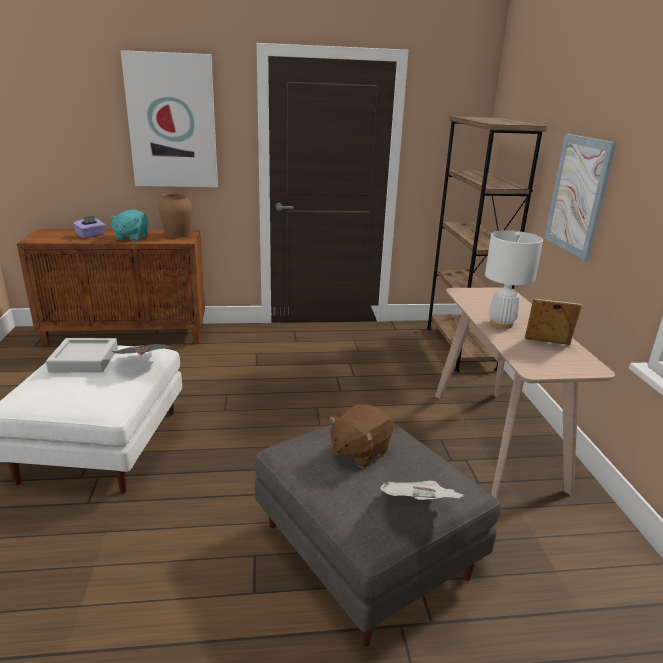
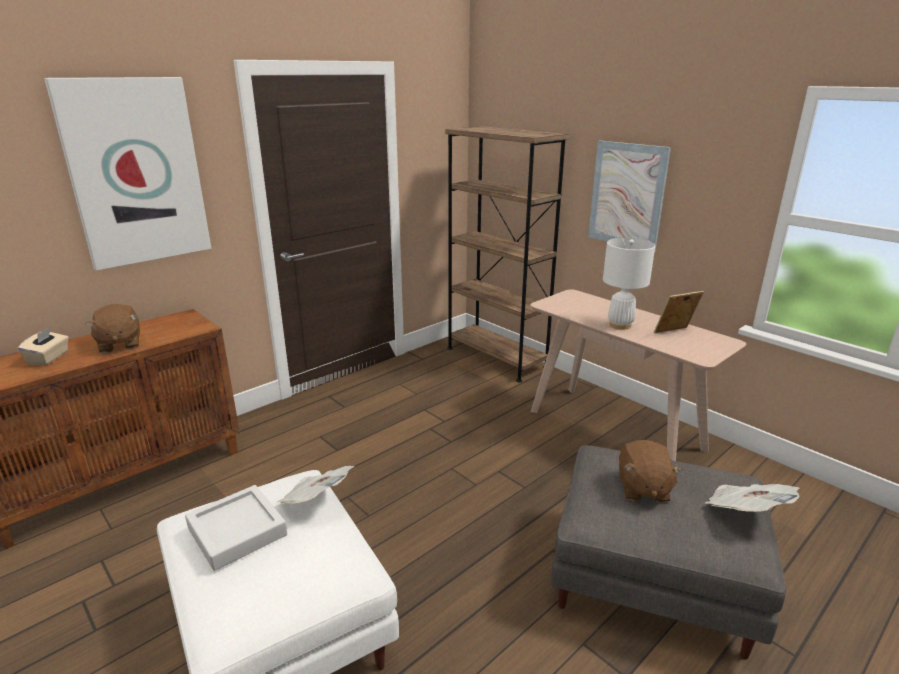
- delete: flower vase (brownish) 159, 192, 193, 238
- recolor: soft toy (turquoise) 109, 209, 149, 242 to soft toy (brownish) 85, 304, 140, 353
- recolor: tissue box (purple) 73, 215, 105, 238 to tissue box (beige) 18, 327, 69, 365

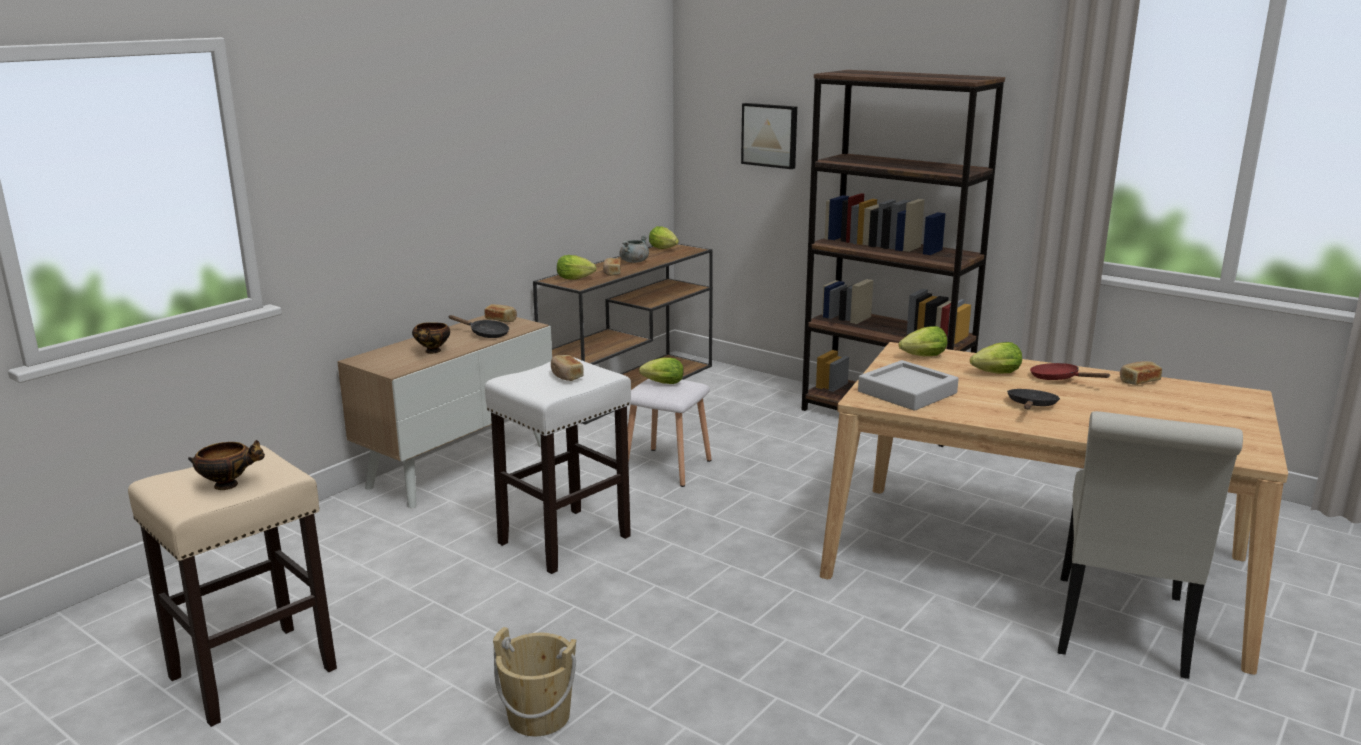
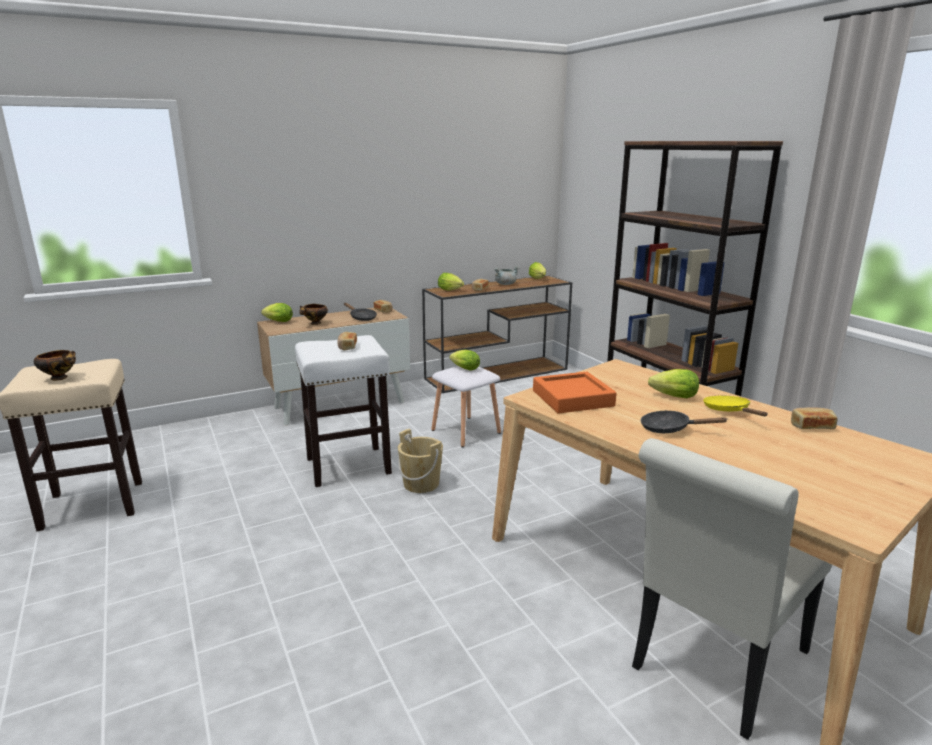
- delete: wall art 741, 103, 797, 169
- move: lettuce head 899, 326, 947, 356 to 261, 303, 293, 322
- recolor: carrying tray (grey) 858, 360, 959, 411 to carrying tray (orange) 533, 371, 617, 414
- recolor: skillet (red-coloured) 1030, 363, 1110, 380 to skillet (yellow) 703, 396, 767, 416
- rotate: skillet (black-coloured) 1007, 389, 1060, 409 = 641, 410, 727, 433 120 degrees counterclockwise
- move: water bucket (beige) 493, 627, 576, 736 to 398, 429, 443, 493

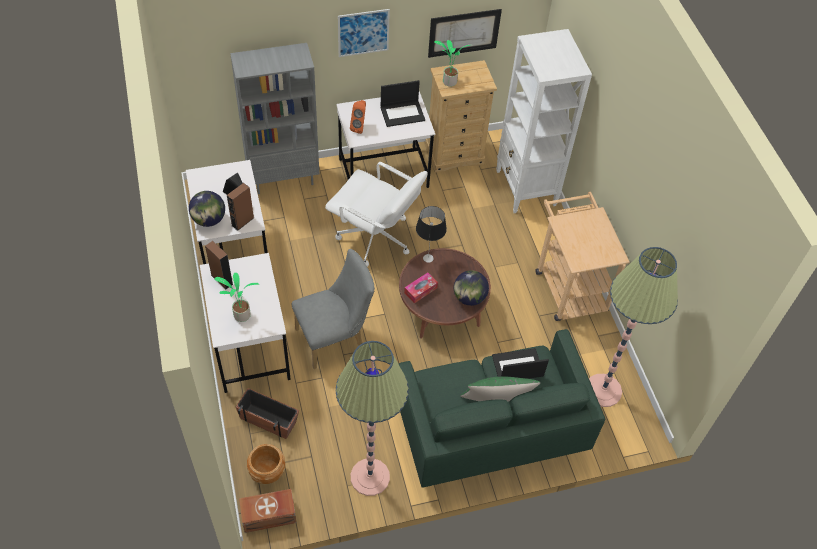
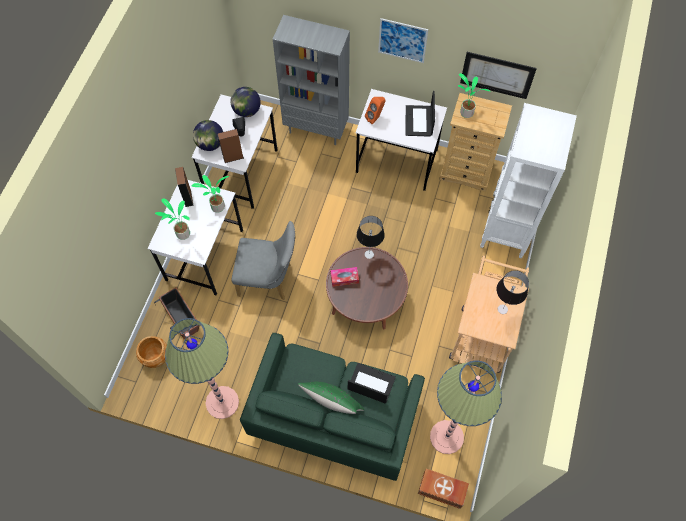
- rotate: notebook computer 381, 80, 425, 127 = 406, 91, 435, 137 75 degrees clockwise
- delete: computer chair (whitish) 325, 162, 427, 267
- move: desk globe 454, 270, 489, 306 to 231, 87, 261, 117
- move: storage bin (brownish) 239, 489, 296, 533 to 418, 469, 469, 509
- insert: potted plant 192, 175, 229, 213
- insert: table lamp 496, 270, 529, 314

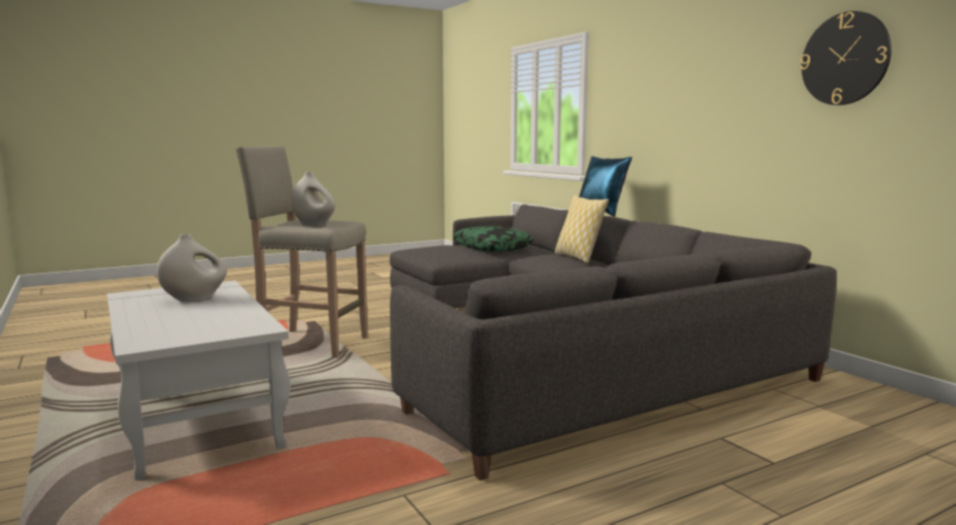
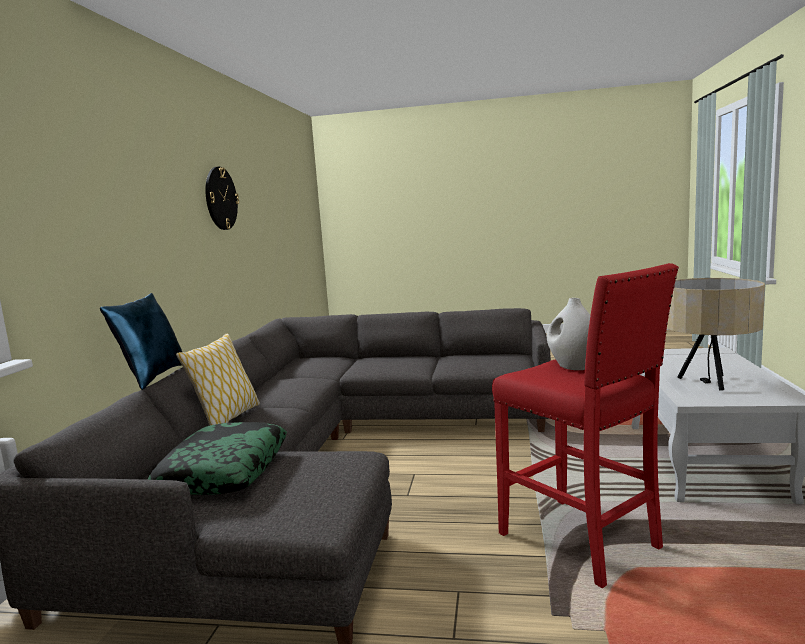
- recolor: stool seat (beige) 236, 146, 368, 358 to stool seat (red-coloured) 492, 263, 679, 588
- replace: flower vase (whitish) 157, 234, 227, 302 to table lamp (beige) 667, 278, 765, 391

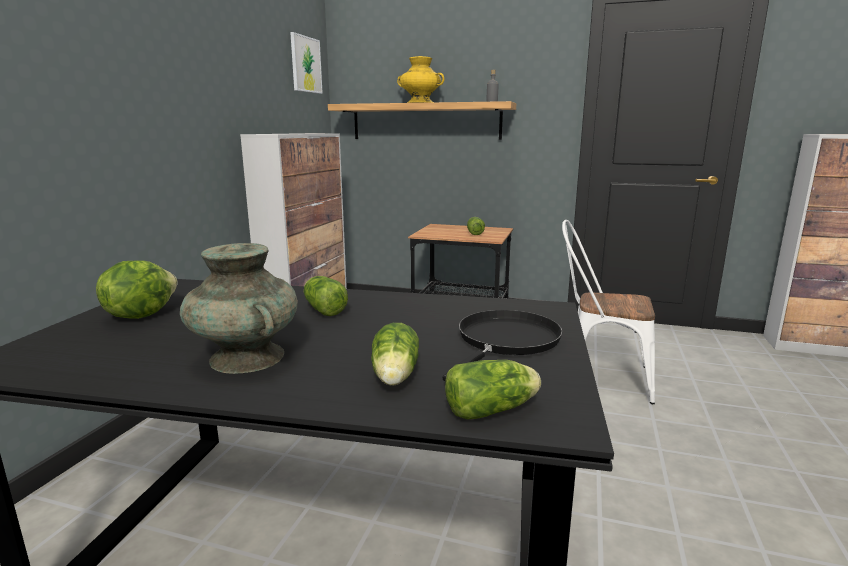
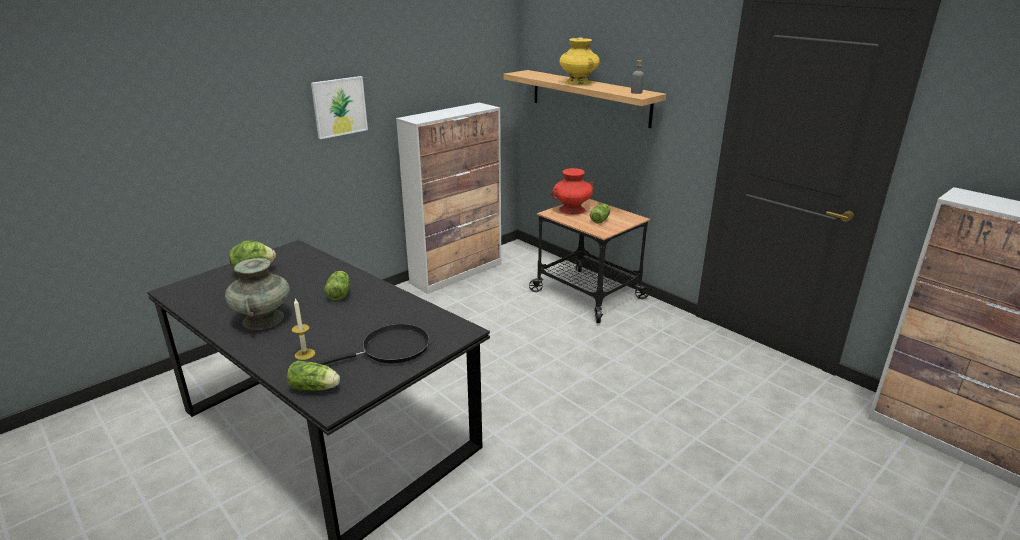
- move: wall art 290, 32, 323, 94 to 311, 76, 368, 139
- delete: plain chair (whitish) 562, 220, 655, 404
- replace: lettuce head 371, 323, 419, 386 to wax candle 291, 298, 315, 360
- insert: flower vase (red-coloured) 551, 168, 594, 214

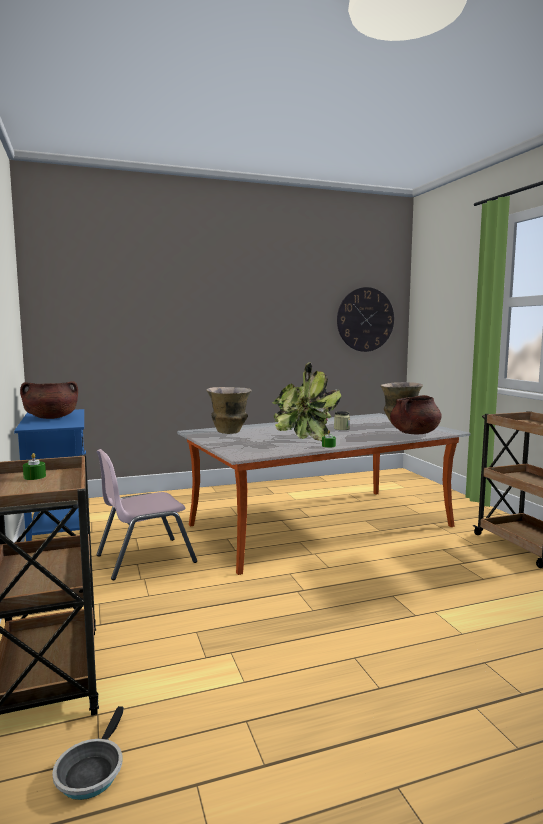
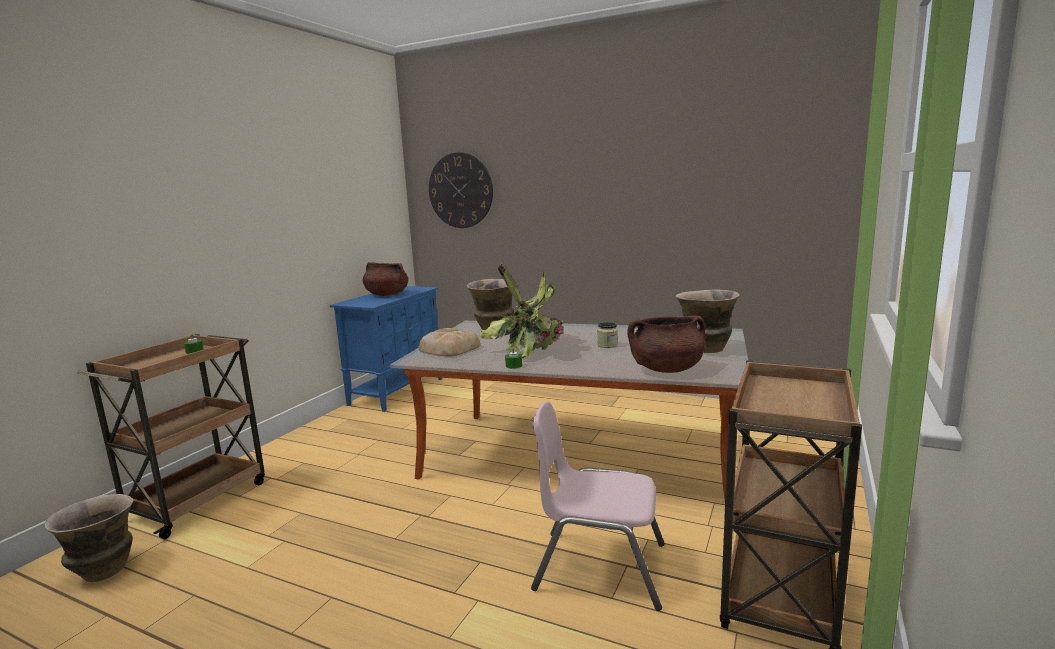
- move: clock on the wall 337, 287, 394, 352 to 429, 152, 493, 228
- move: plain chair (pinkish) 96, 449, 197, 580 to 531, 401, 665, 611
- replace: skillet 52, 706, 124, 800 to flower vase 44, 494, 133, 582
- insert: bakery bread 419, 328, 481, 357

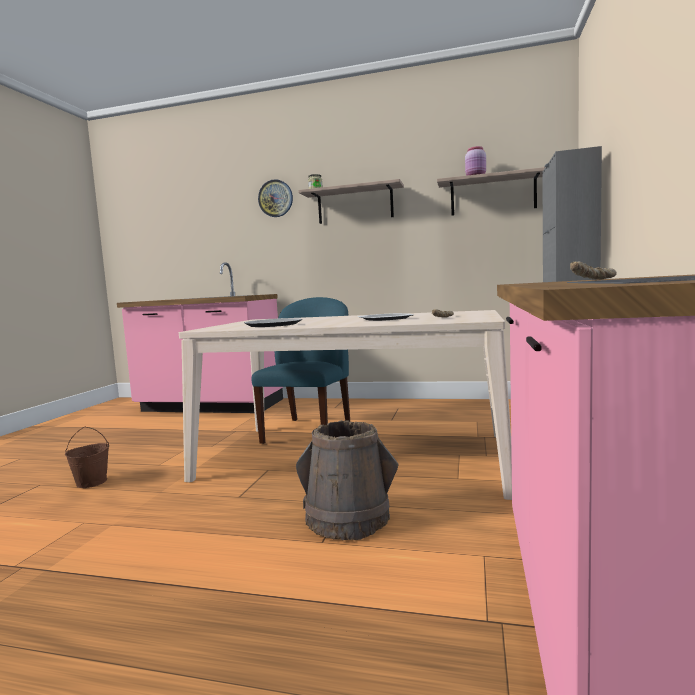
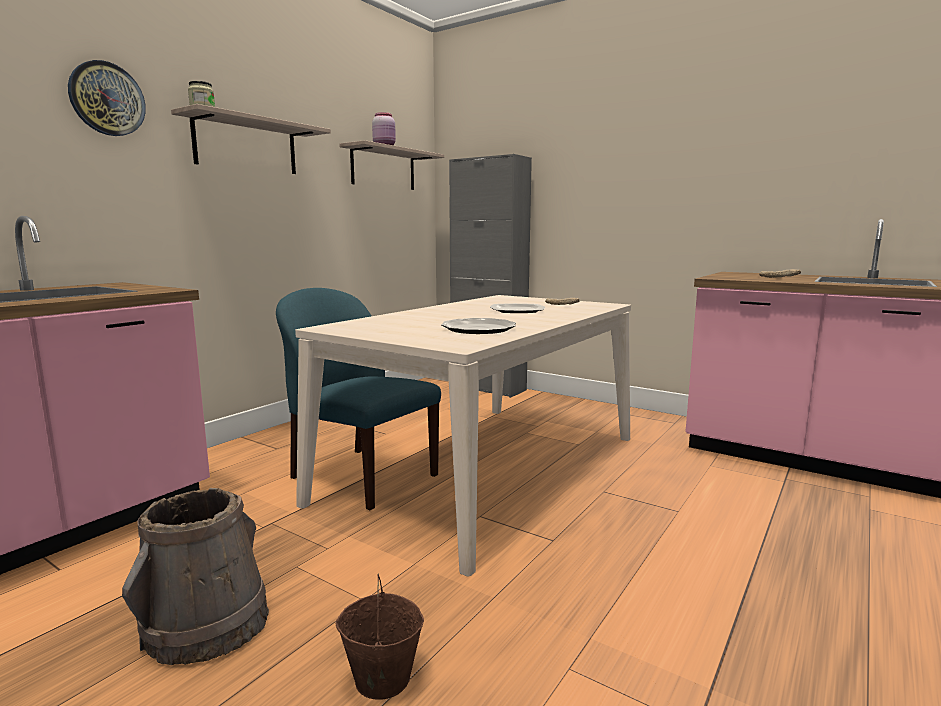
- move: water bucket (brownish) 296, 420, 399, 540 to 122, 488, 269, 665

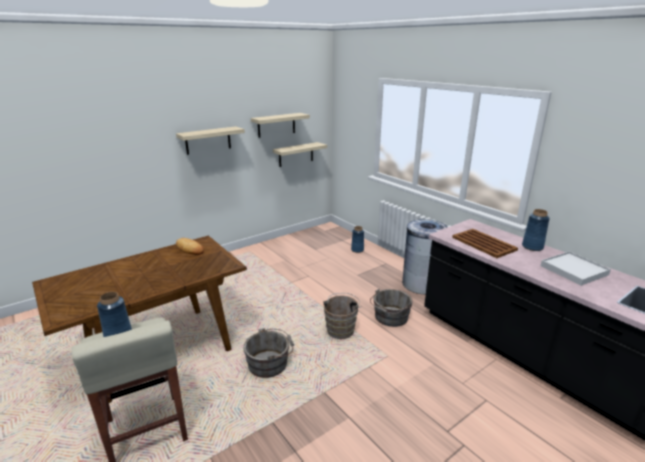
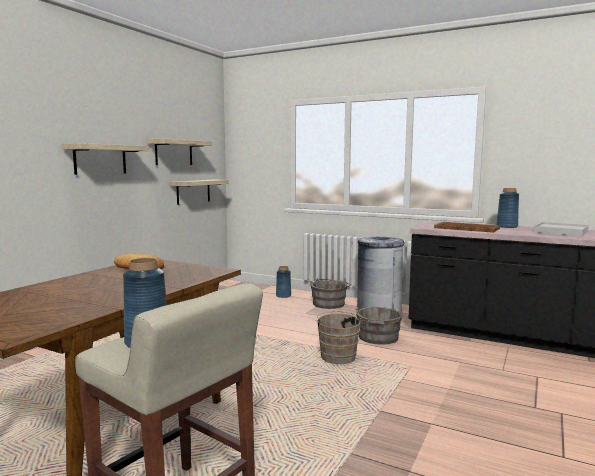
- move: water bucket (grey) 243, 328, 294, 378 to 311, 278, 351, 309

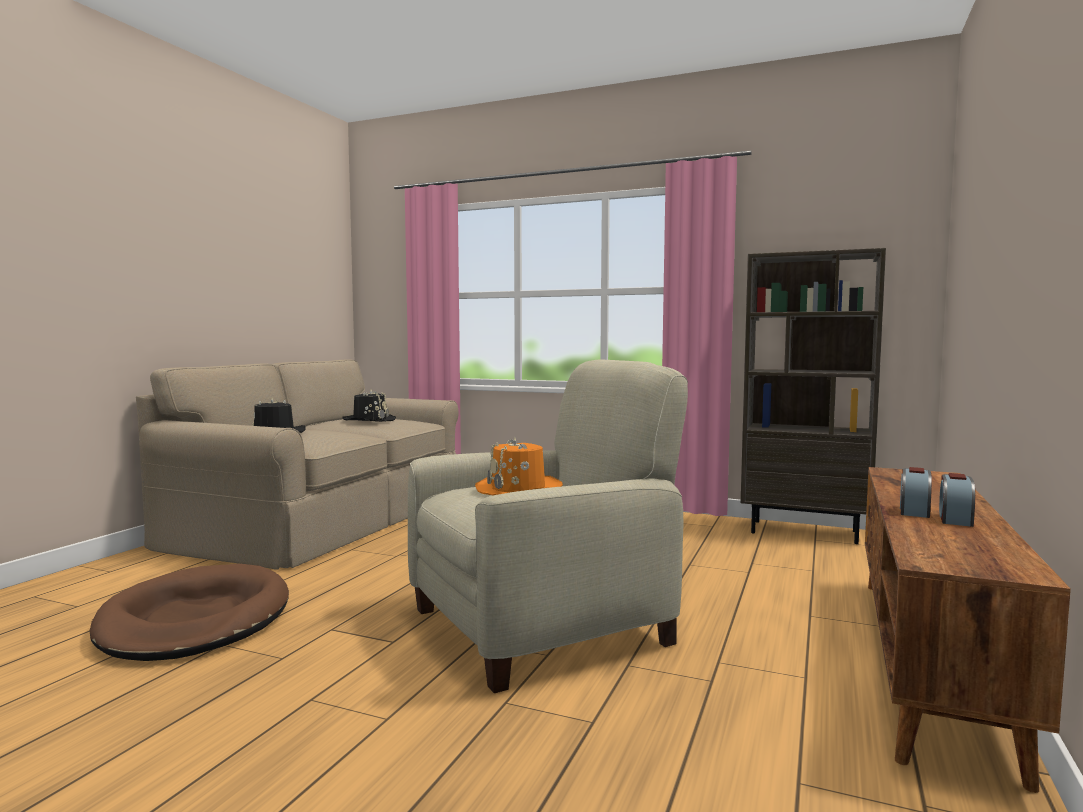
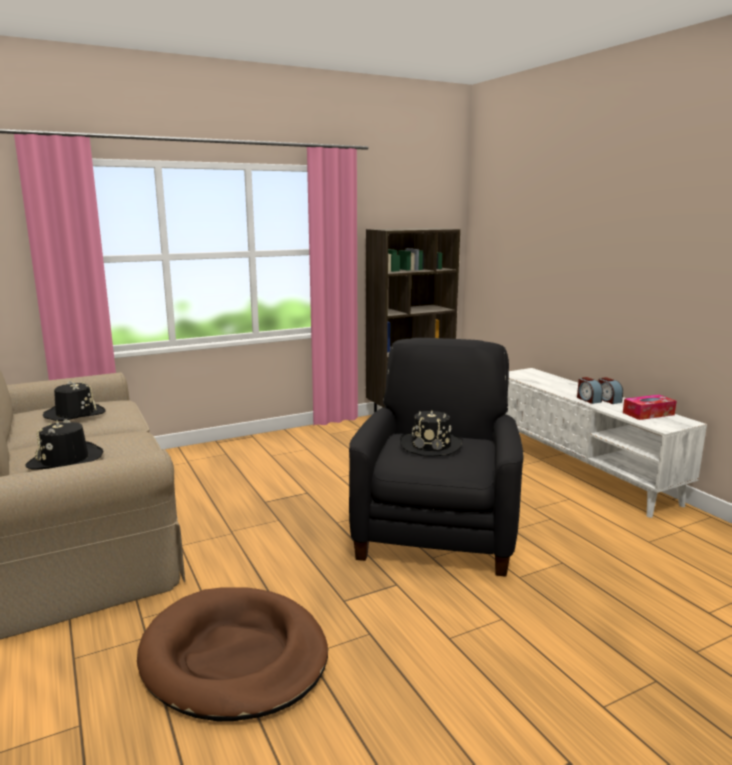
- recolor: armchair (beige) 408, 359, 688, 693 to armchair (black-coloured) 349, 338, 523, 577
- recolor: hat (orange) 475, 437, 563, 496 to hat (black-coloured) 400, 410, 463, 457
- recolor: tv unit (brownish) 865, 467, 1071, 793 to tv unit (whitish) 506, 368, 707, 518
- insert: tissue box 623, 395, 677, 420

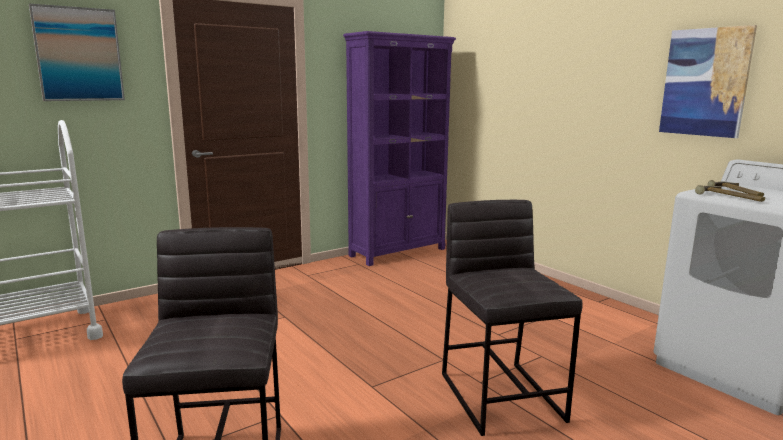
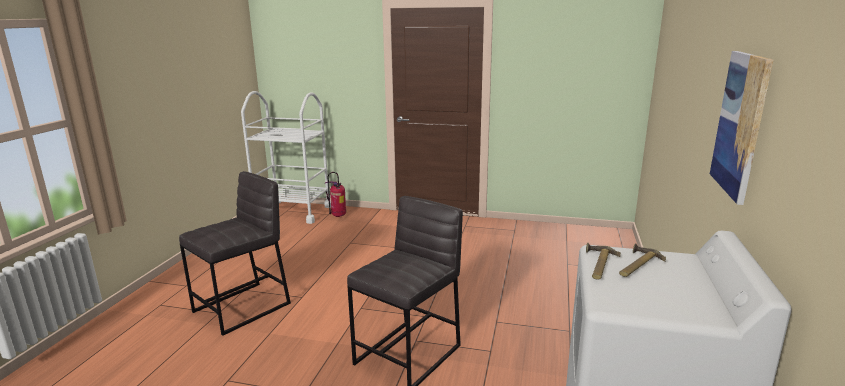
- delete: wall art 29, 3, 125, 101
- delete: shelving unit (purple) 343, 31, 456, 266
- insert: fire extinguisher 325, 172, 346, 217

